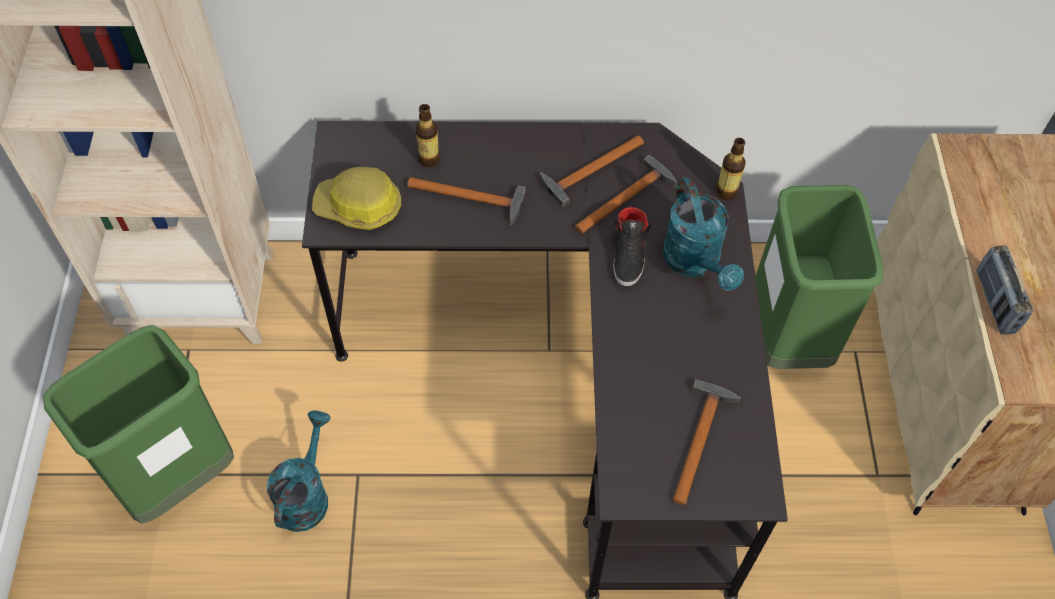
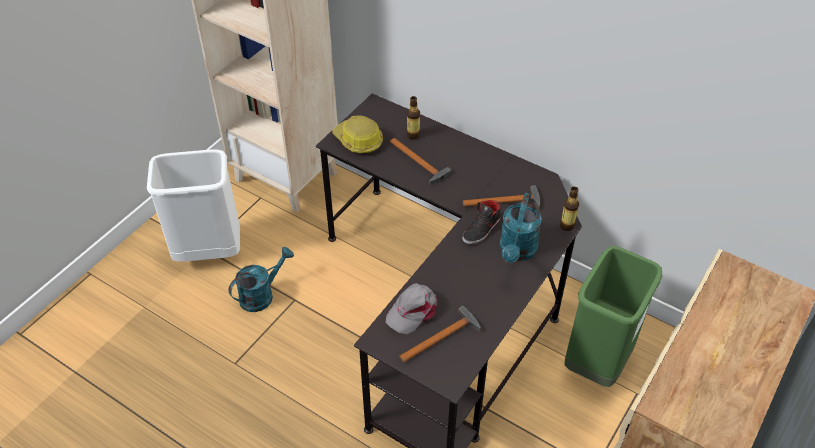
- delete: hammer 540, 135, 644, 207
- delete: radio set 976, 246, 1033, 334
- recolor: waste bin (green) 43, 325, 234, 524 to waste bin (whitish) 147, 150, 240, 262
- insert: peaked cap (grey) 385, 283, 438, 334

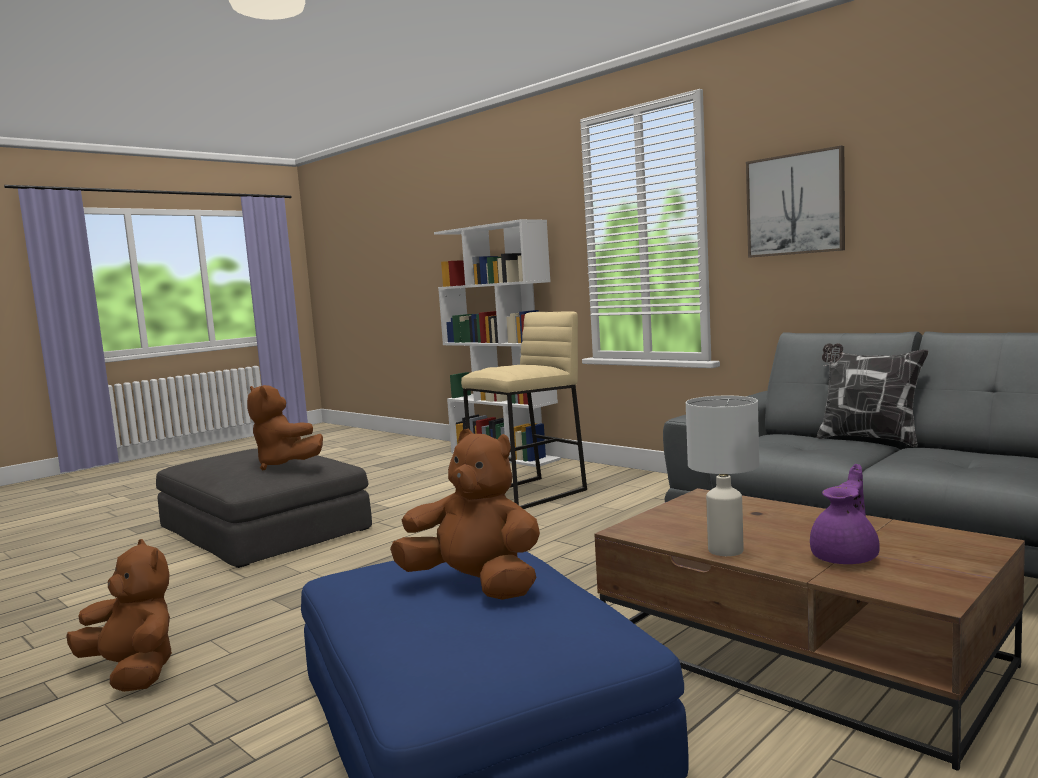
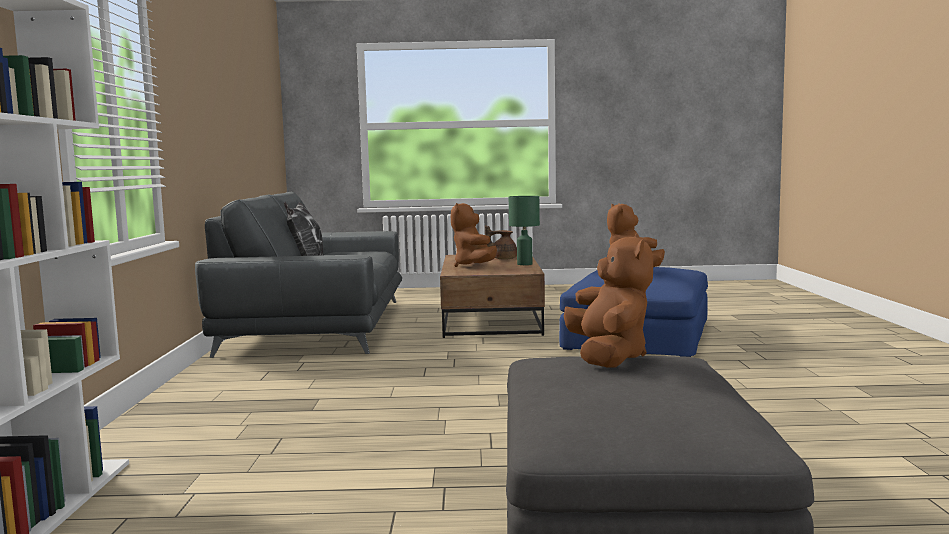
- delete: wall art 746, 145, 845, 258
- delete: stool seat (beige) 461, 311, 587, 509
- recolor: table lamp (whitish) 686, 396, 759, 556 to table lamp (green) 509, 196, 540, 265
- recolor: tea pot (purple) 810, 464, 880, 564 to tea pot (brownish) 485, 225, 517, 260
- move: soft toy (brownish) 66, 539, 172, 692 to 451, 203, 497, 267

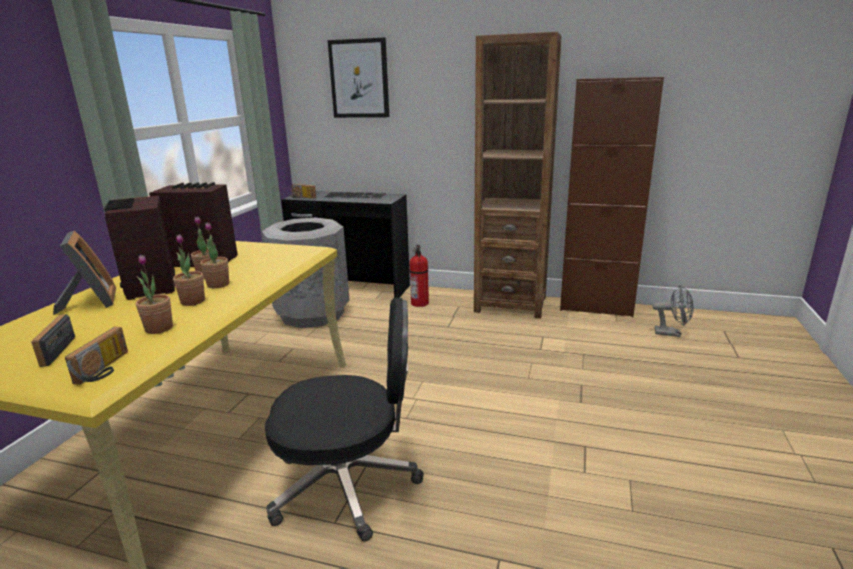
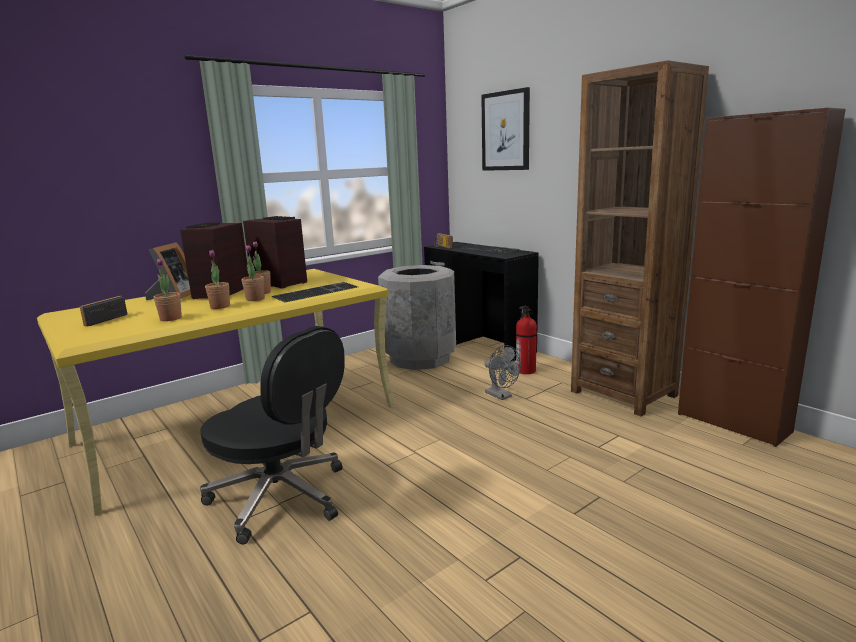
- move: fan (grey) 652, 285, 693, 337 to 485, 345, 521, 400
- delete: radio set 65, 327, 128, 385
- insert: keyboard 272, 282, 358, 302

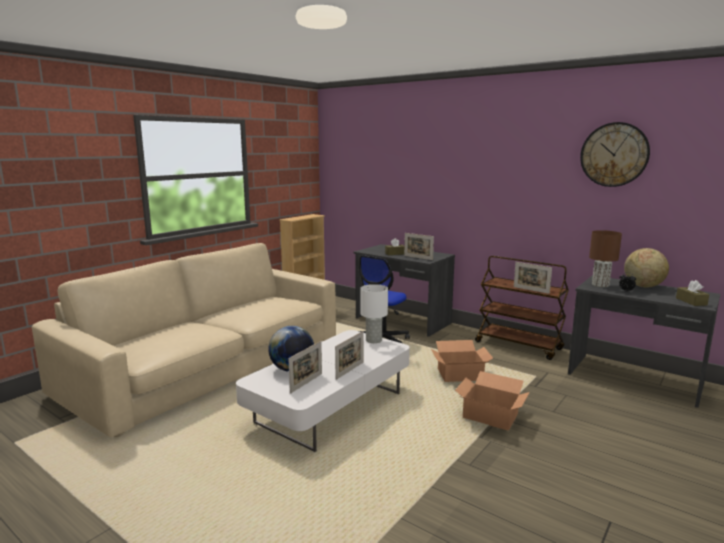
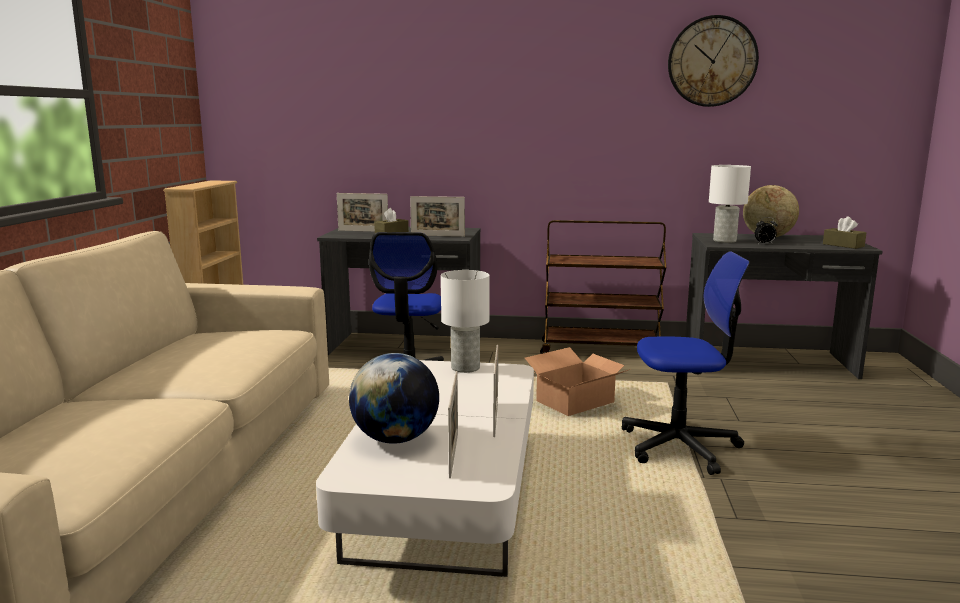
- recolor: table lamp (brownish) 589, 230, 622, 287 to table lamp (whitish) 709, 165, 751, 243
- move: photo frame 514, 262, 552, 294 to 337, 193, 388, 232
- replace: carton 455, 371, 530, 430 to computer chair 622, 251, 750, 475

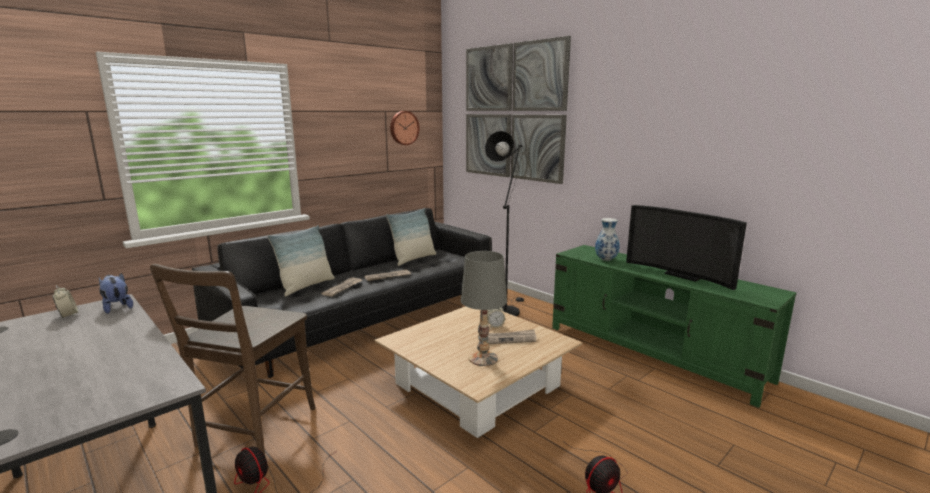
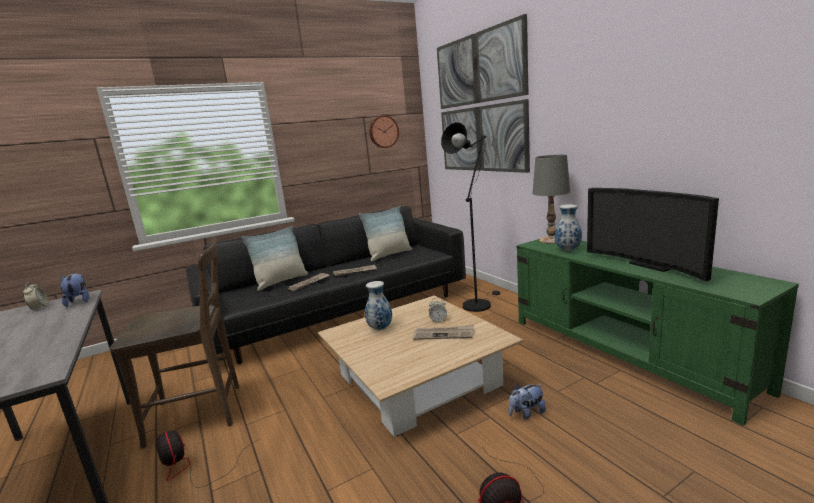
- move: table lamp (grey) 461, 251, 507, 366 to 533, 155, 570, 244
- rotate: plain chair (brownish) 150, 264, 316, 456 = 110, 237, 239, 449 135 degrees counterclockwise
- insert: flower vase 365, 281, 392, 330
- insert: soft toy 509, 384, 546, 419

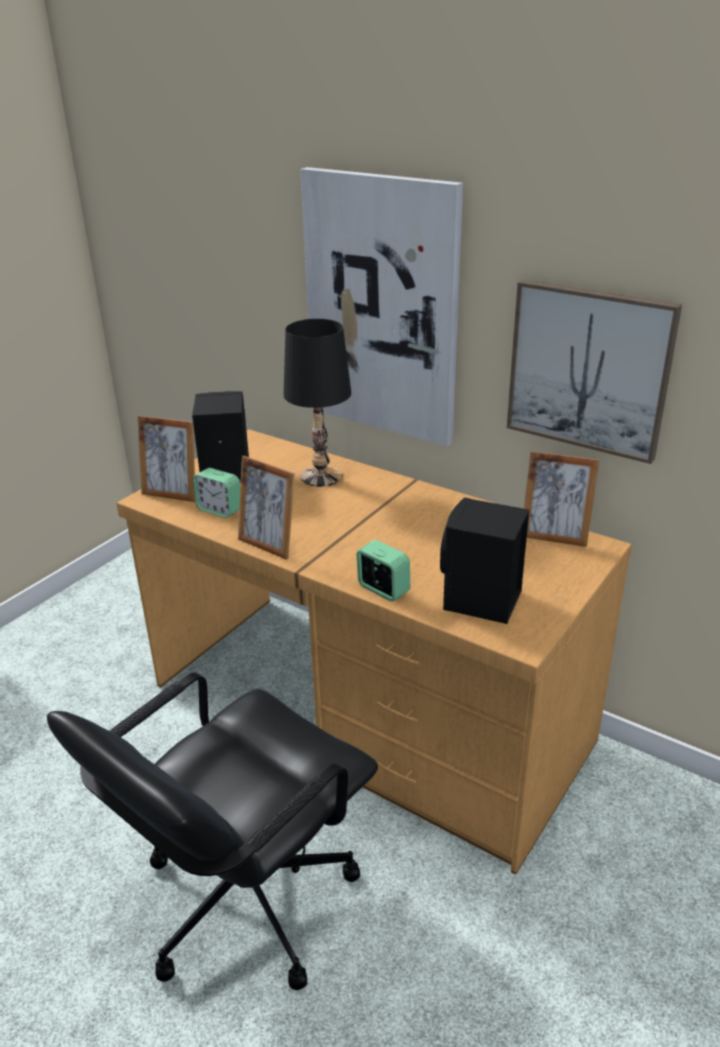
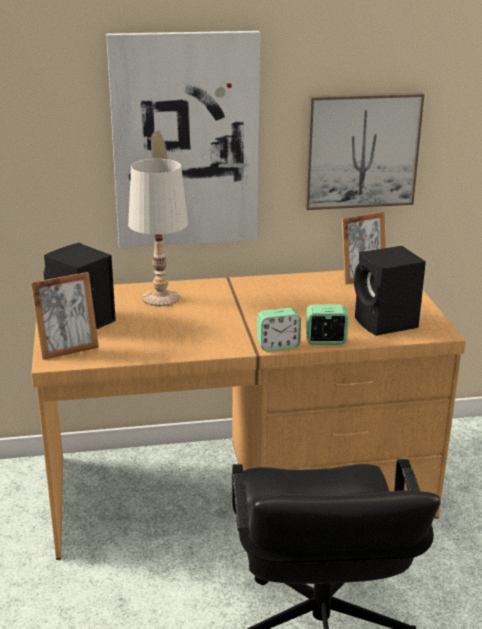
- recolor: table lamp (black-coloured) 284, 319, 351, 487 to table lamp (whitish) 128, 159, 188, 306
- delete: photo frame 238, 456, 295, 560
- move: table clock 193, 468, 240, 518 to 257, 308, 301, 351

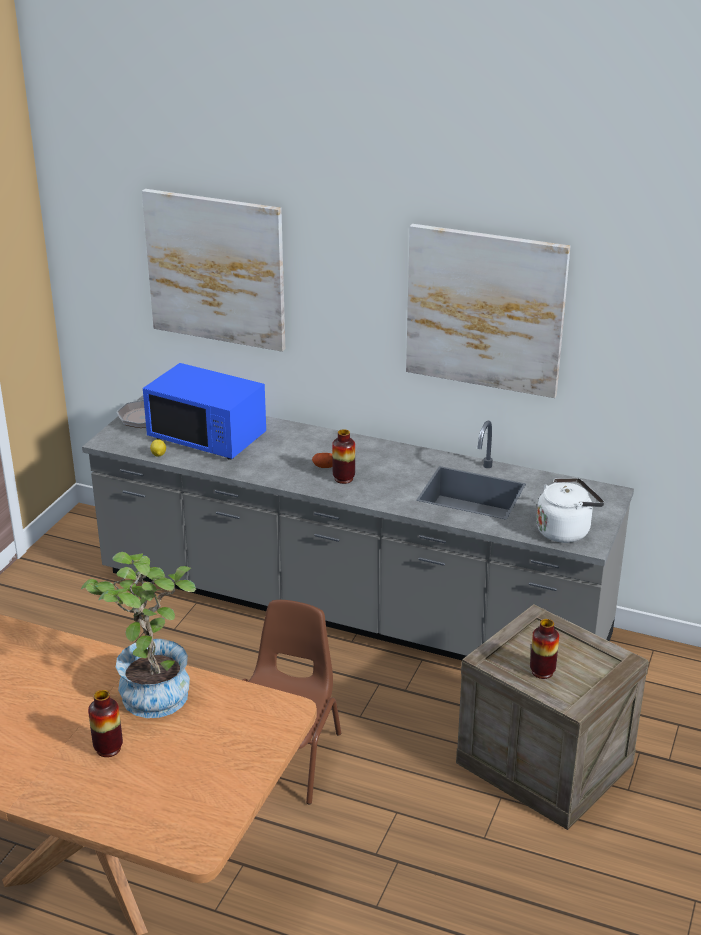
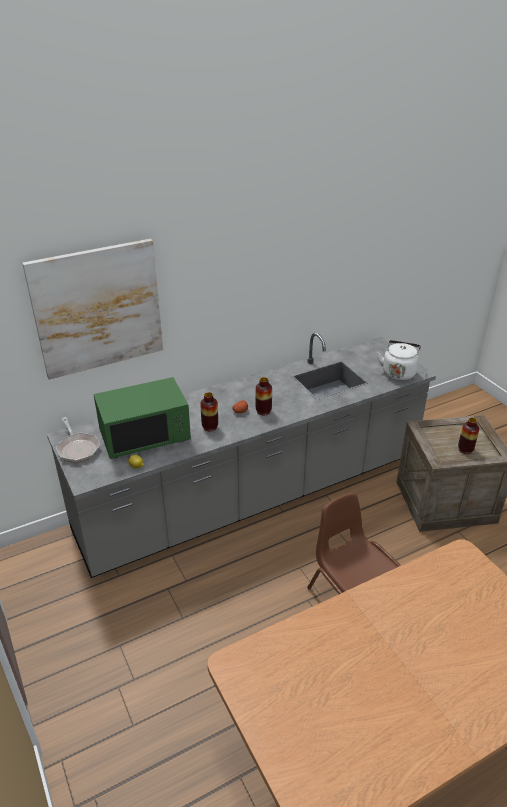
- delete: wall art 406, 224, 570, 398
- recolor: microwave oven (bluish) 143, 363, 266, 460 to microwave oven (green) 93, 377, 191, 459
- delete: potted plant 81, 552, 196, 718
- move: flower vase 88, 690, 123, 757 to 200, 392, 218, 431

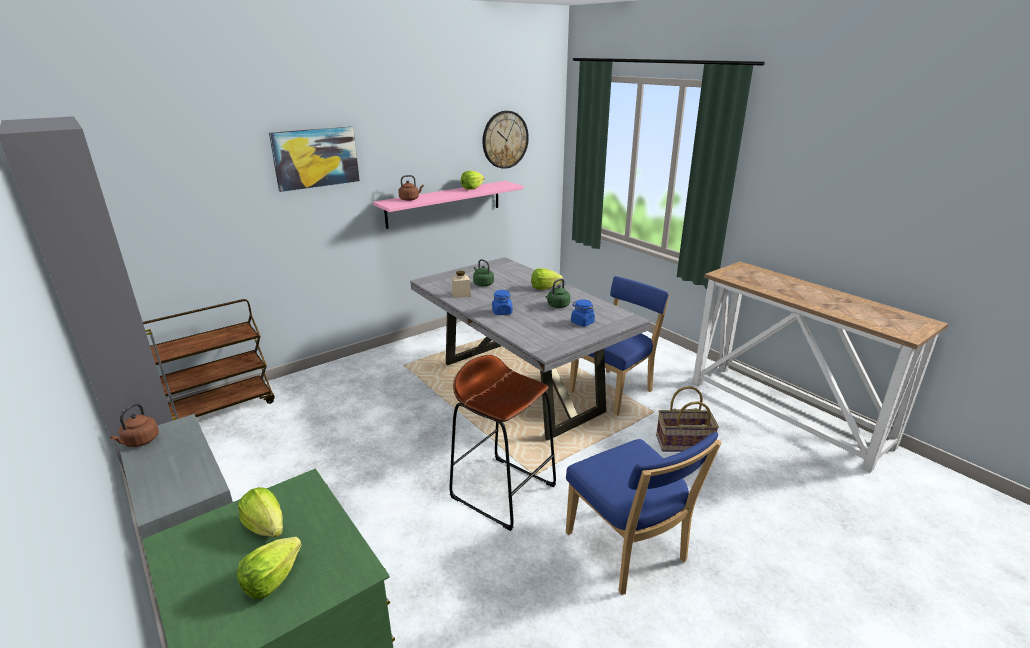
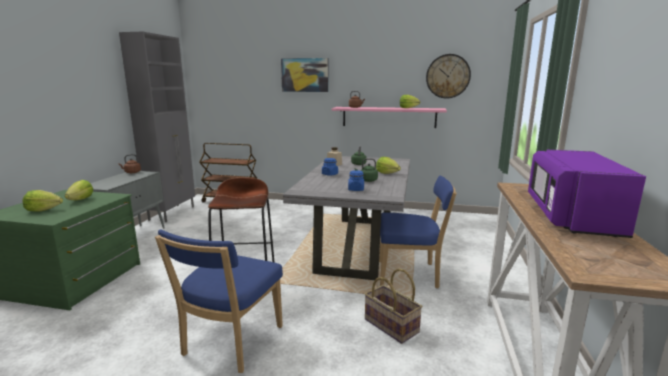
- insert: microwave oven (purple) 528, 150, 646, 238

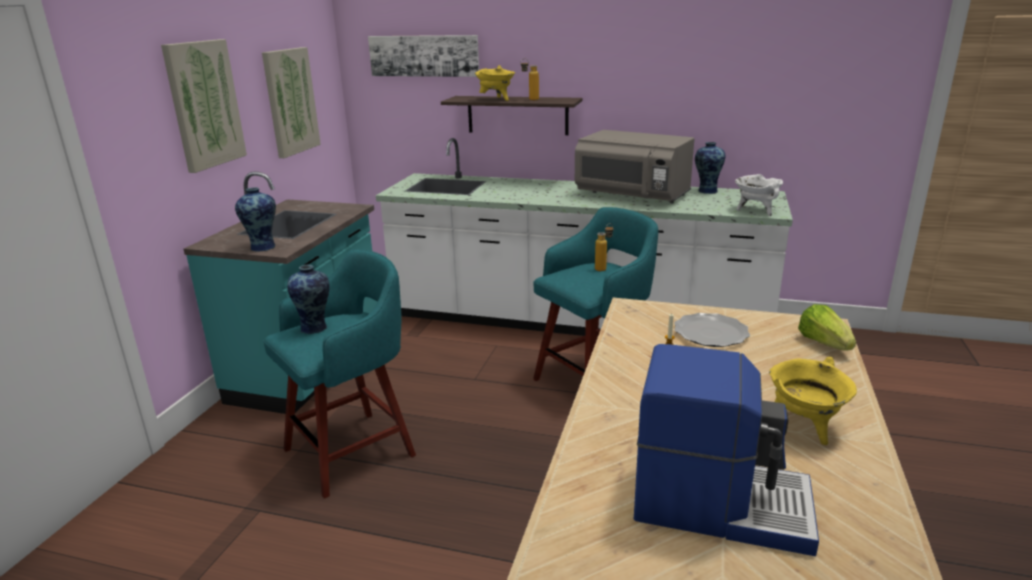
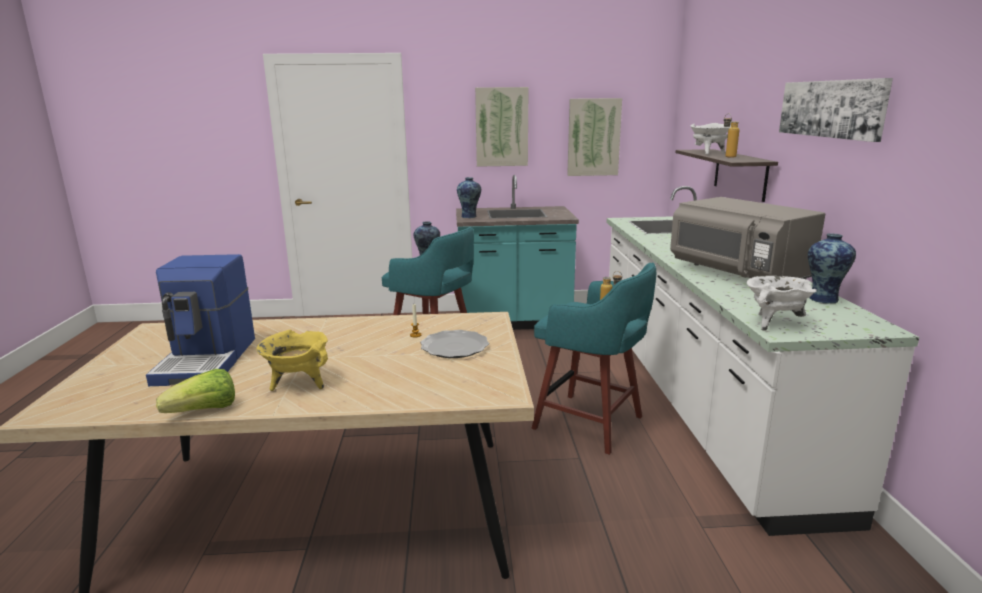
- move: wall art 368, 35, 479, 77 to 779, 78, 893, 142
- recolor: saucepot (yellow) 475, 65, 515, 101 to saucepot (whitish) 691, 121, 732, 155
- rotate: microwave oven (grey) 575, 130, 694, 203 = 670, 197, 825, 279 45 degrees counterclockwise
- move: lettuce head 798, 304, 856, 351 to 156, 369, 235, 413

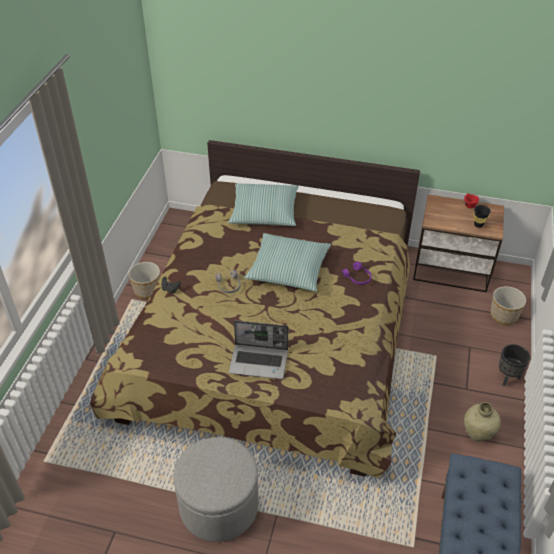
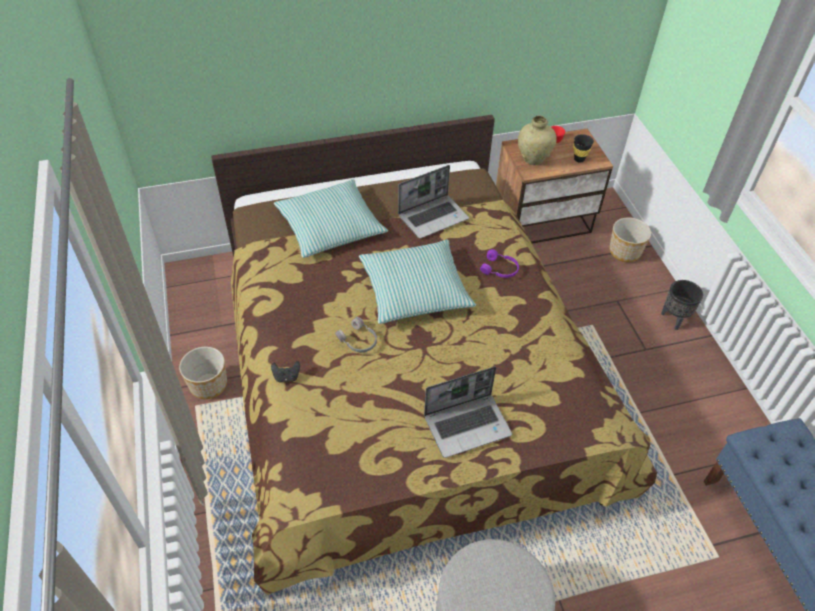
- move: flower vase (beige) 464, 402, 501, 442 to 518, 116, 557, 165
- insert: notebook computer 398, 165, 469, 239

